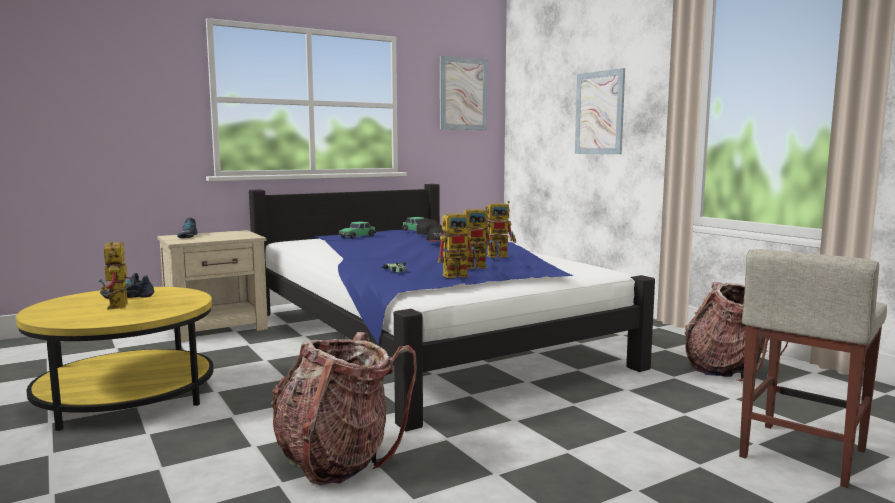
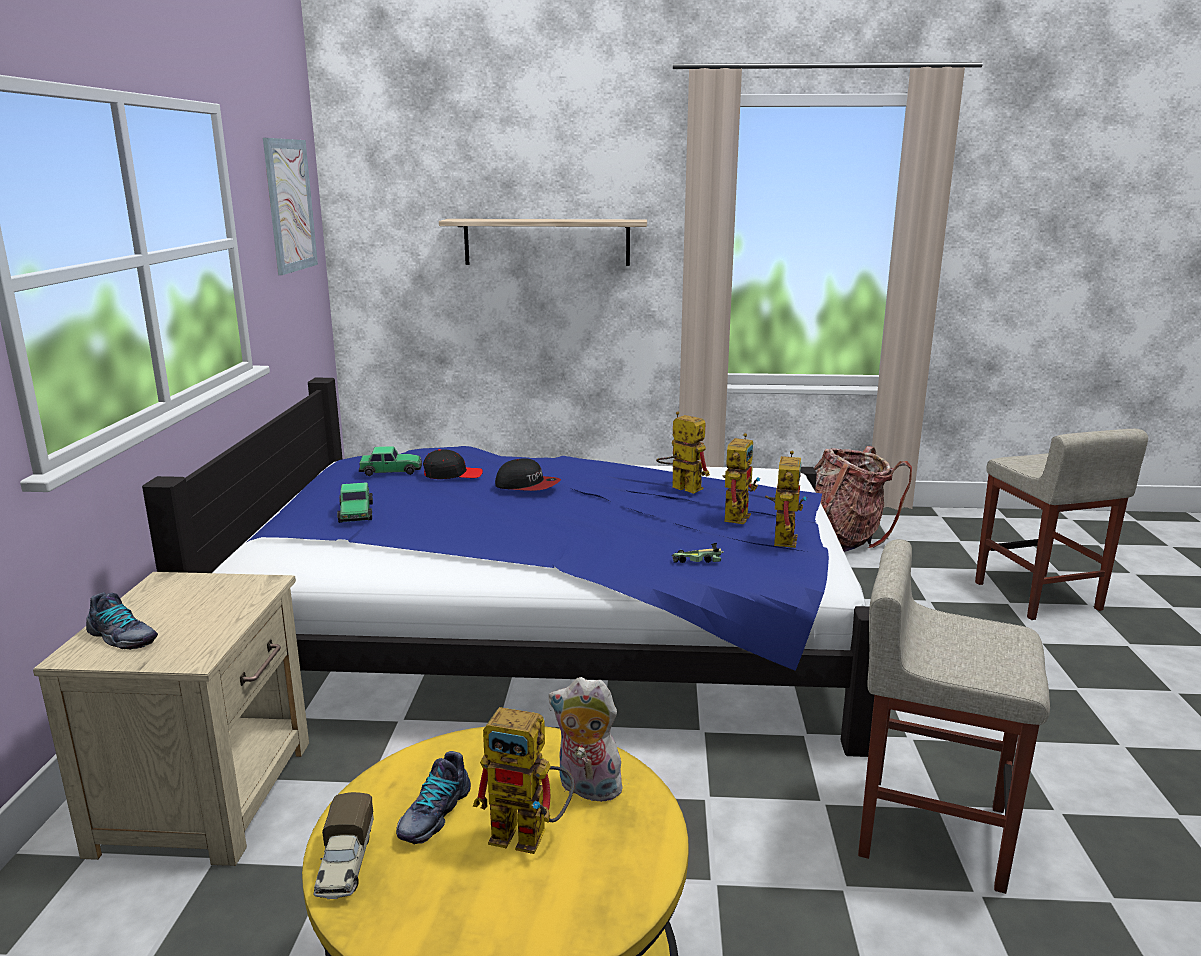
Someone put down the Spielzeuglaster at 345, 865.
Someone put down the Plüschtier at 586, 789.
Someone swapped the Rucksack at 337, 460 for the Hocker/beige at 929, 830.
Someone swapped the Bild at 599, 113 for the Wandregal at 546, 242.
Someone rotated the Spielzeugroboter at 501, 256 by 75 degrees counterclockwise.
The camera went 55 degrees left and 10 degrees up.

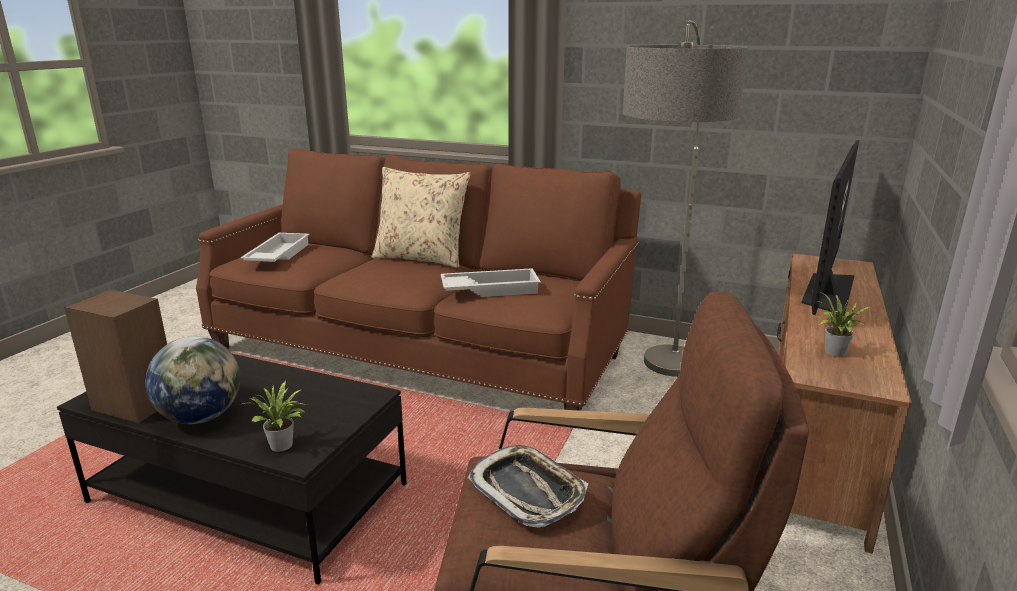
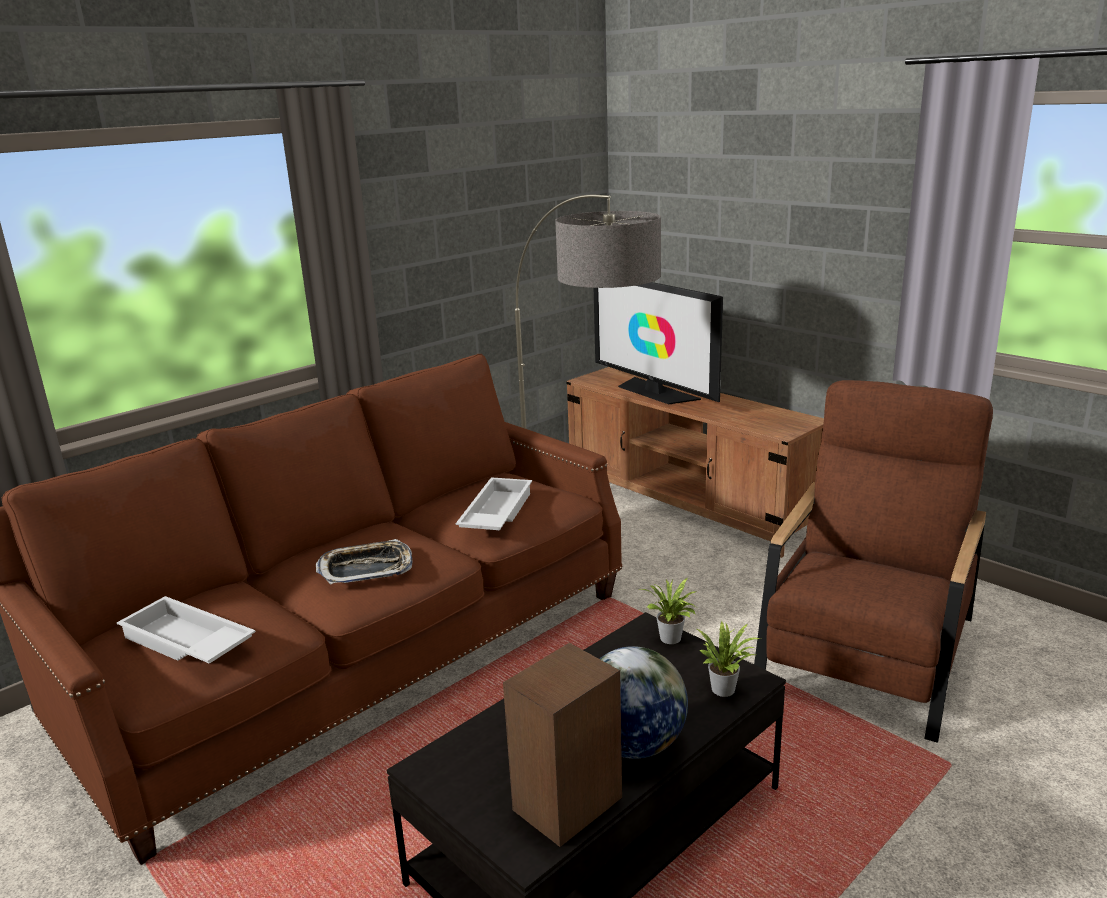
Someone took away the Kissen/beige at 421, 258.
Someone carried the Tablett from 528, 491 to 366, 569.
Someone carried the Topfpflanze from 833, 352 to 671, 640.
The camera went 65 degrees left and 0 degrees up.

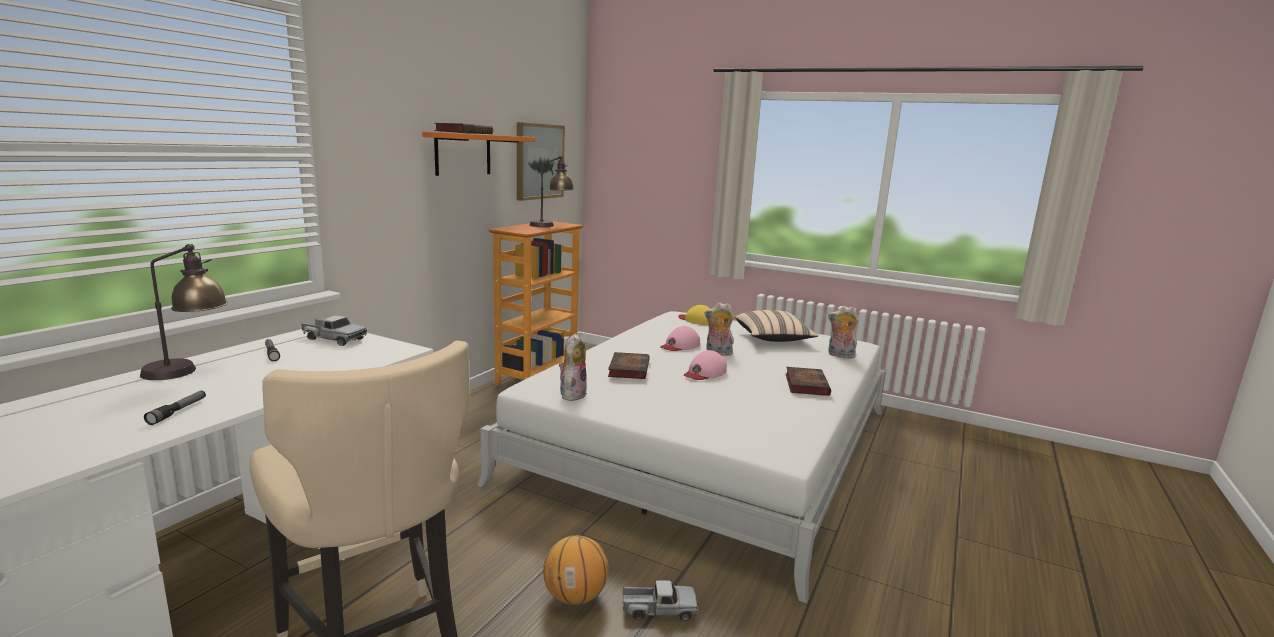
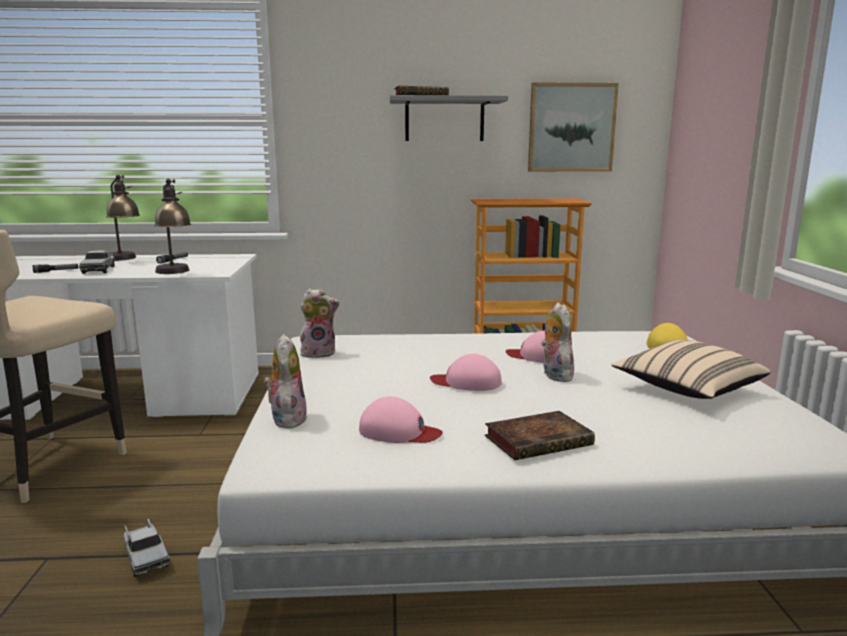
Someone took away the Basketball at 575, 596.
Someone took away the Buch at 628, 369.
Someone put down the Kappe/rosa at 399, 431.
Someone carried the Spielzeuglaster from 333, 339 to 99, 269.
Someone carried the Tischlampe from 551, 226 to 175, 273.
Someone carried the Plüschtier from 840, 355 to 287, 419.
Someone repainted the Wandregal/orange at 463, 154, which became the Wandregal/grau at 444, 119.
The camera went 60 degrees right and 0 degrees up.

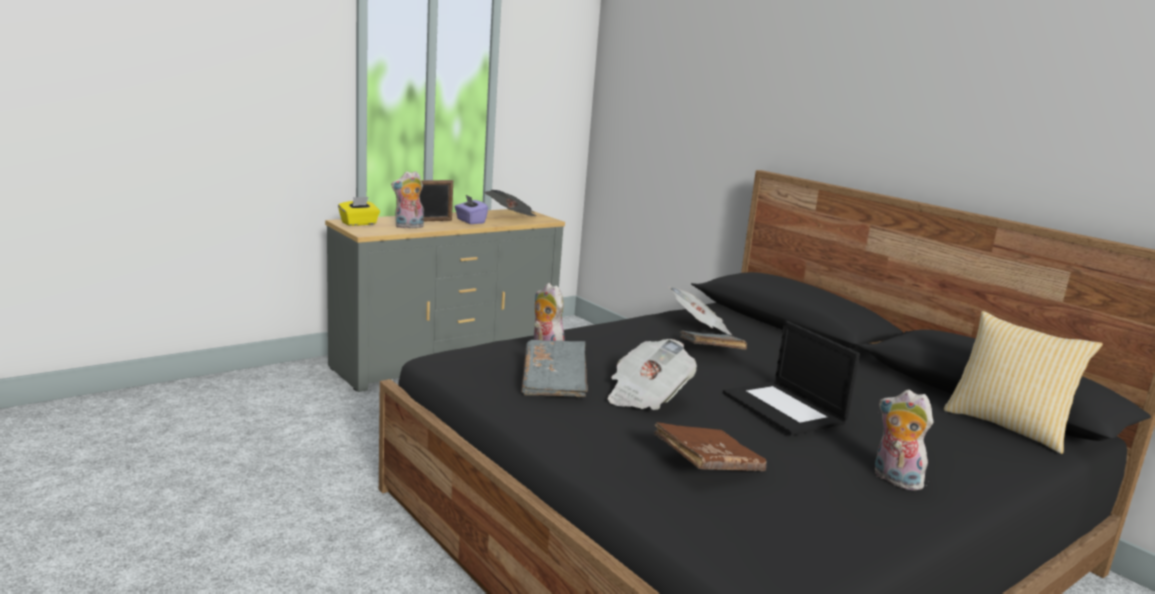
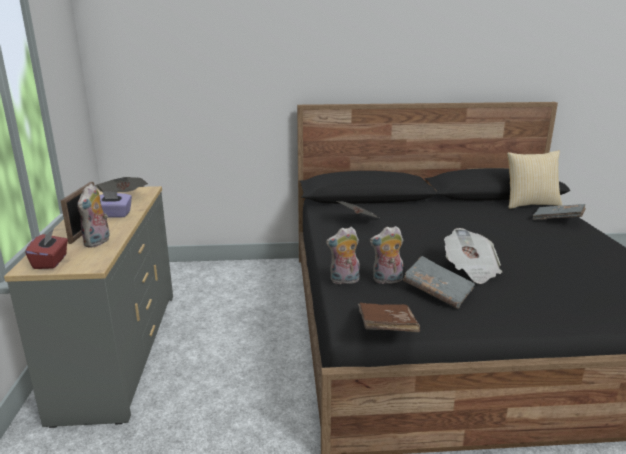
Someone took away the Laptop at 785, 408.
Someone carried the Buch/braun from 707, 464 to 386, 328.
Someone carried the Buch/grau from 710, 352 to 558, 220.
Someone carried the Plüschtier from 894, 480 to 344, 281.
Someone repainted the Taschentuchbox/gelb at 359, 223, which became the Taschentuchbox/rot at 51, 262.
The camera went 55 degrees left and 5 degrees up.

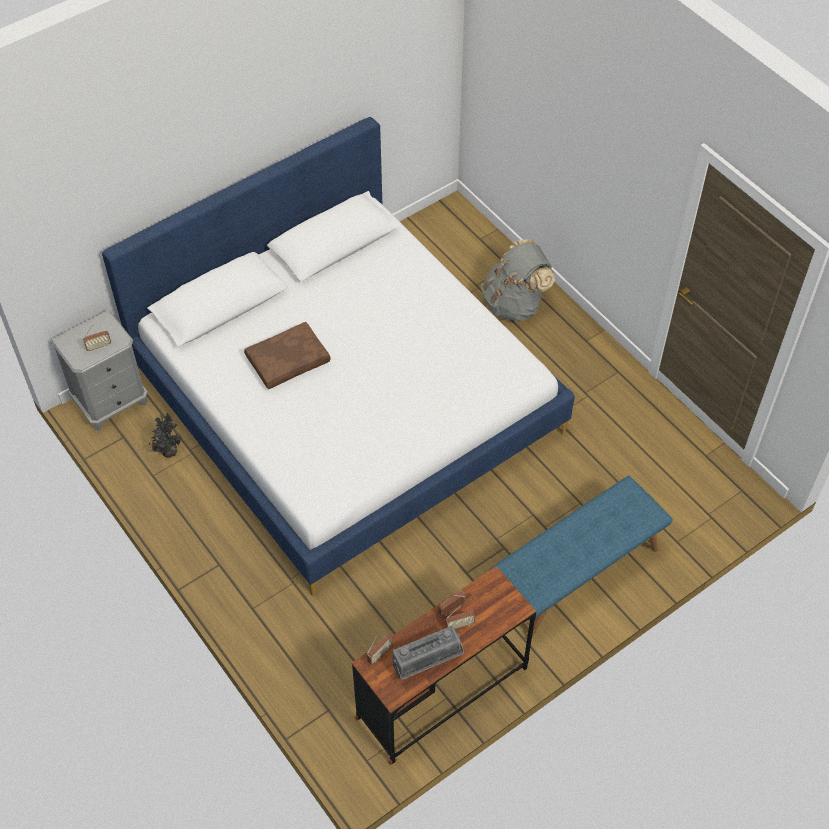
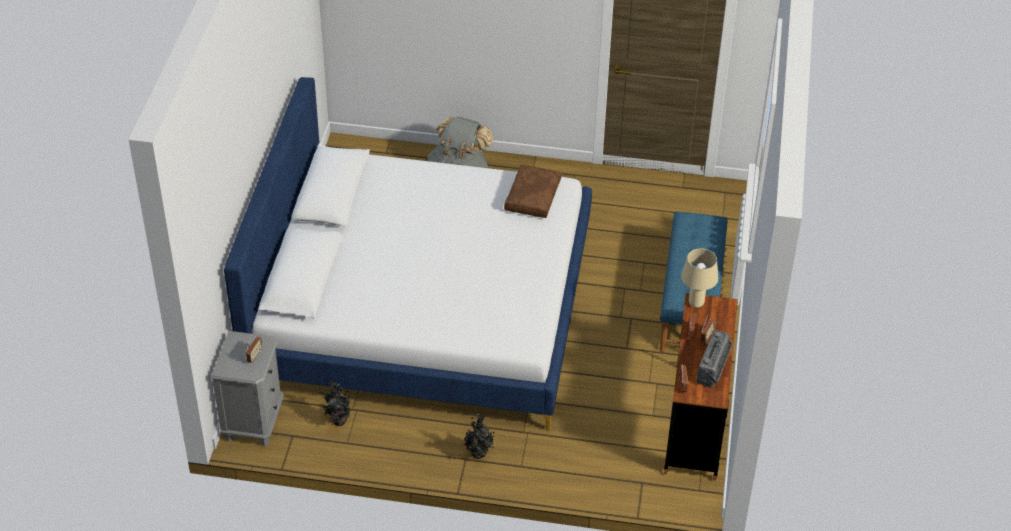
Someone put down the Topfpflanze at 479, 455.
Someone put down the Tischlampe/beige at 696, 303.
Someone carried the Kissen/braun from 288, 360 to 532, 197.
The camera went 45 degrees left and 10 degrees down.

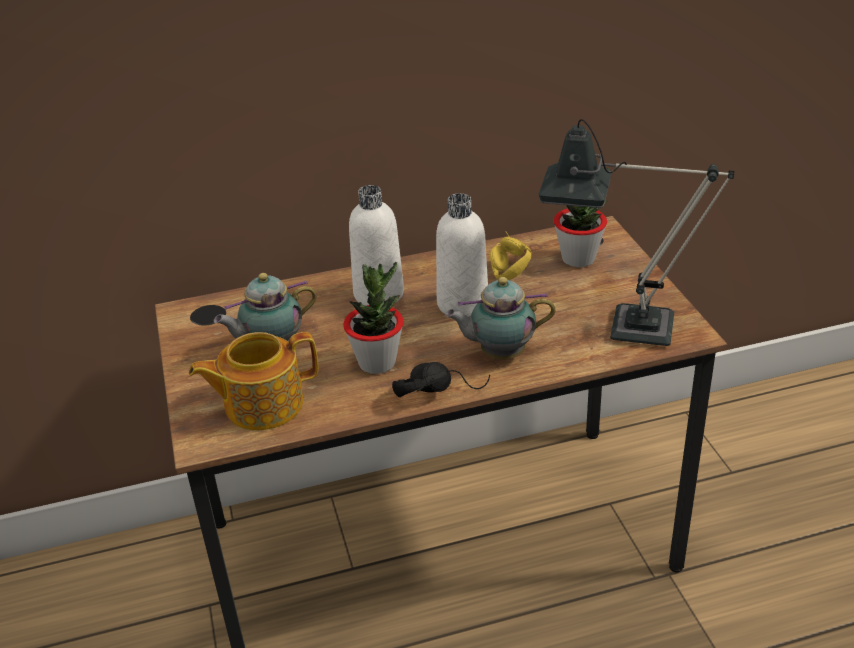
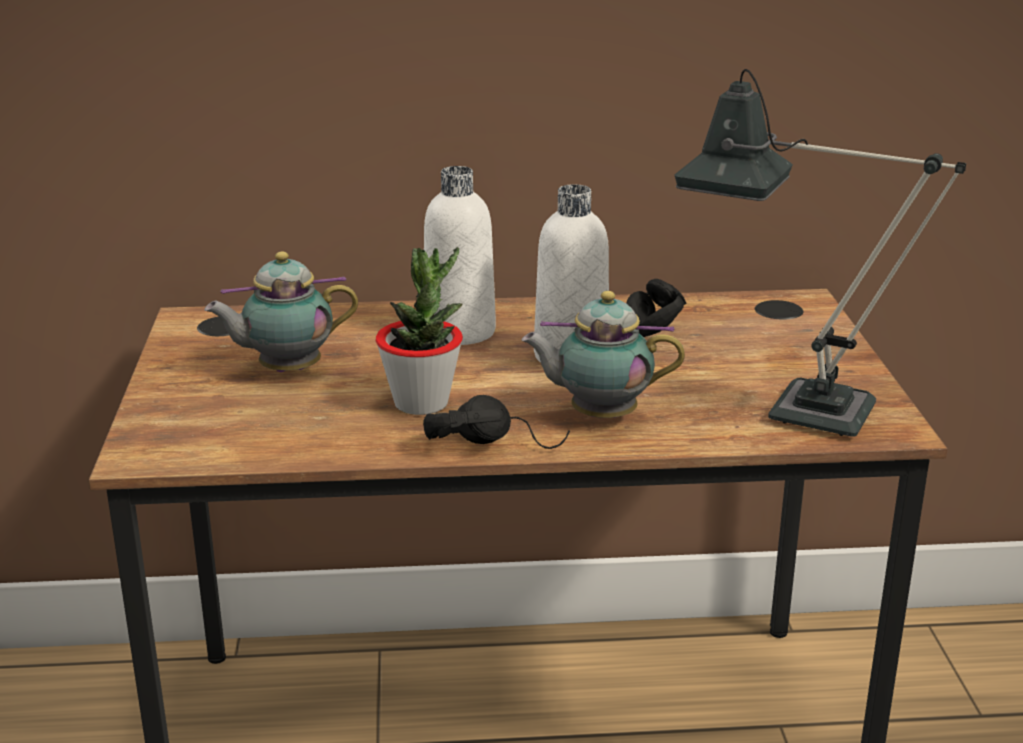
Someone took away the Teekanne at 262, 404.
Someone took away the Topfpflanze at 578, 258.
Someone repainted the Kopfhörer/gelb at 503, 263, which became the Kopfhörer/schwarz at 648, 320.
The camera went 10 degrees right and 10 degrees down.

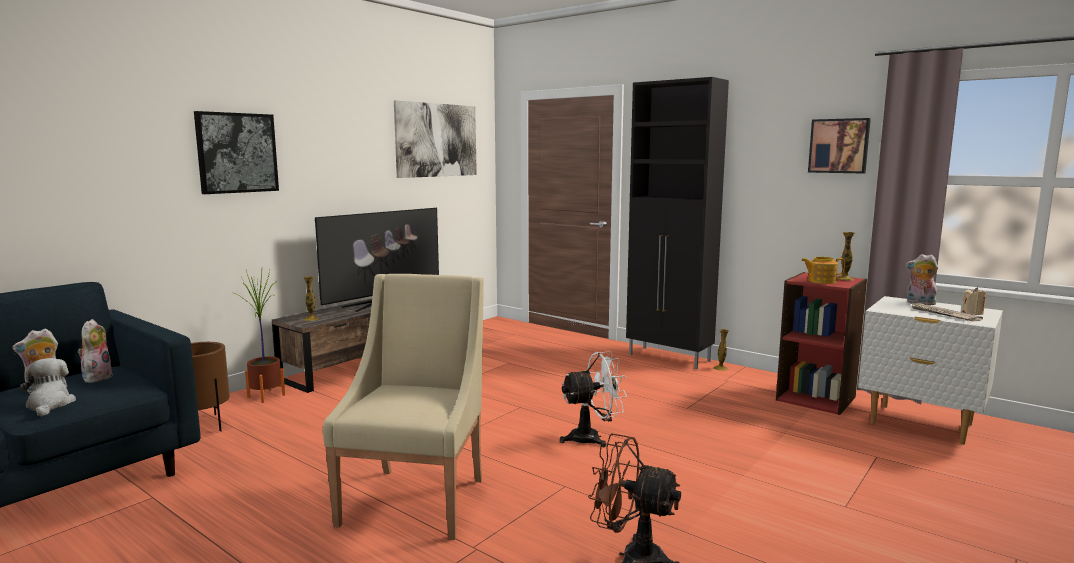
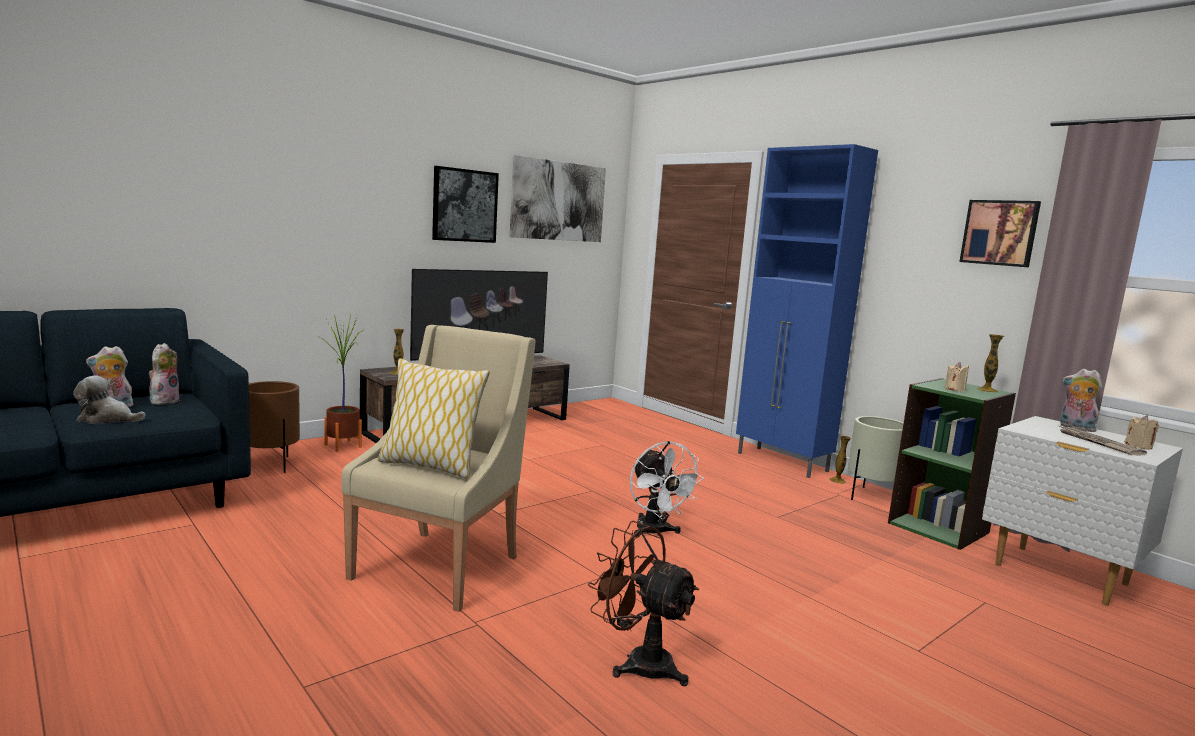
Someone put down the Kissen at 430, 466.
Someone put down the Pflanzkübel/beige at 871, 497.
Someone carried the Bild from 237, 153 to 464, 205.
Someone swapped the Teekanne at 821, 281 for the Kerze/beige at 954, 389.
Someone repainted the Schrank/schwarz at 669, 358, which became the Schrank/blau at 782, 462.
Someone repainted the Bücherregal/rot at 816, 398, which became the Bücherregal/grün at 939, 528.
Someone rotated the Plüschtier at 49, 405 by 75 degrees counterclockwise.
Someone rotated the Ventilator/weiß at 592, 438 by 75 degrees clockwise.
The camera went 10 degrees right and 0 degrees up.

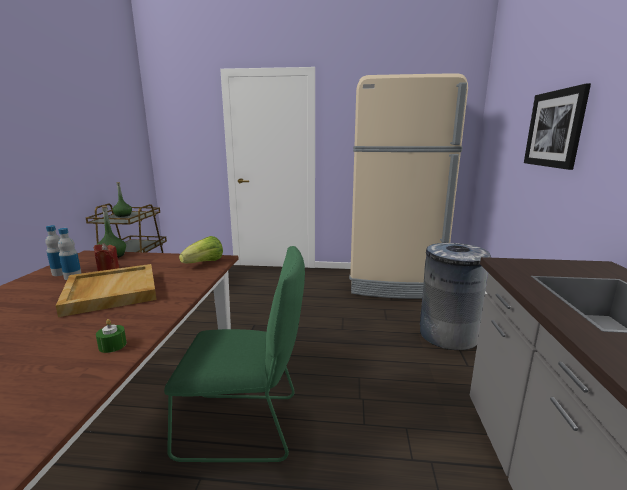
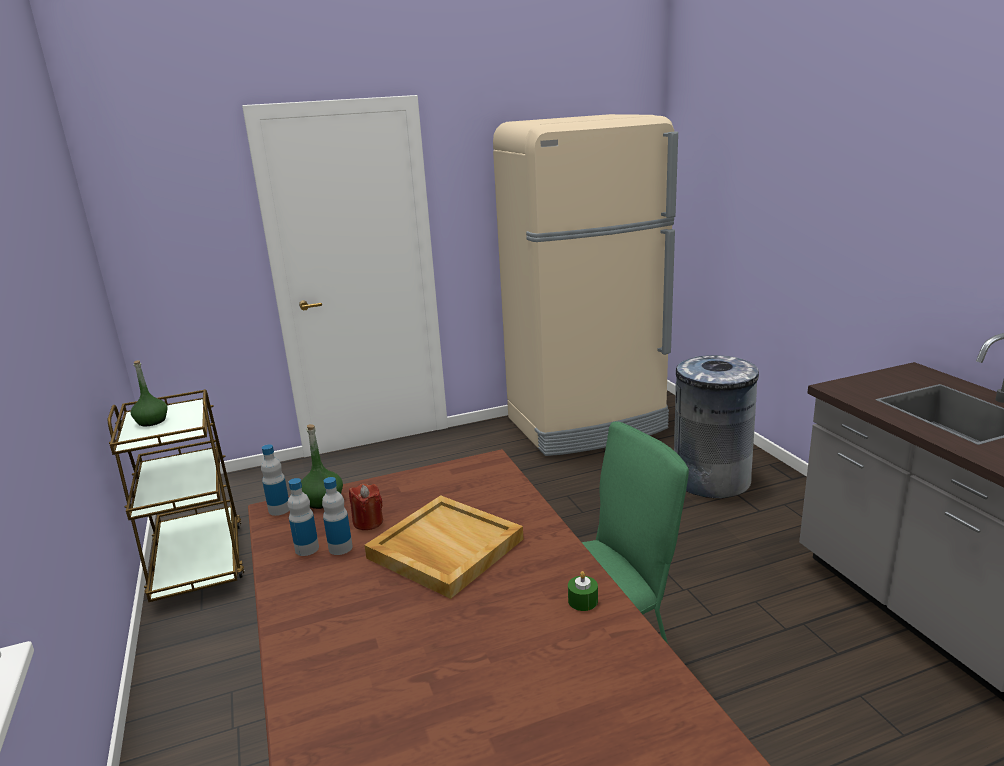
Someone took away the Salatkopf at 204, 263.
Someone took away the Bild at 555, 129.
Someone put down the Flasche at 279, 509.
The camera went 25 degrees left and 5 degrees up.

